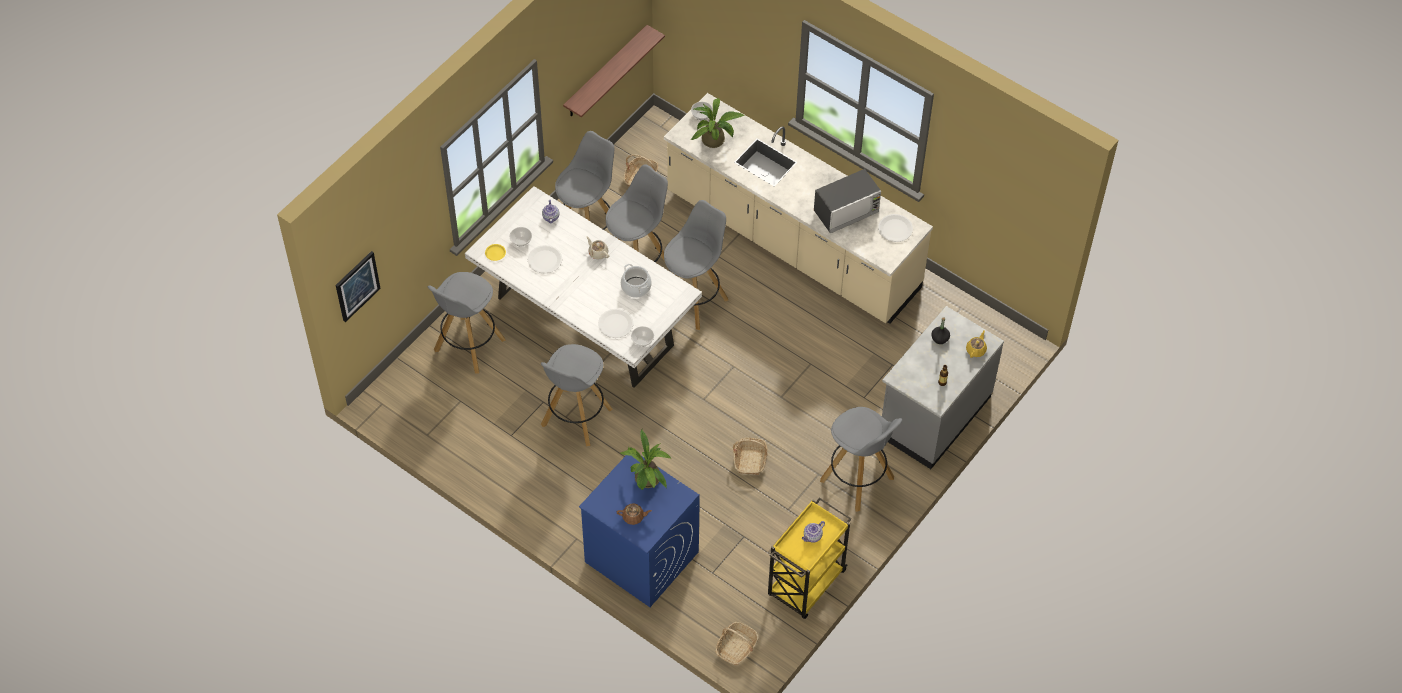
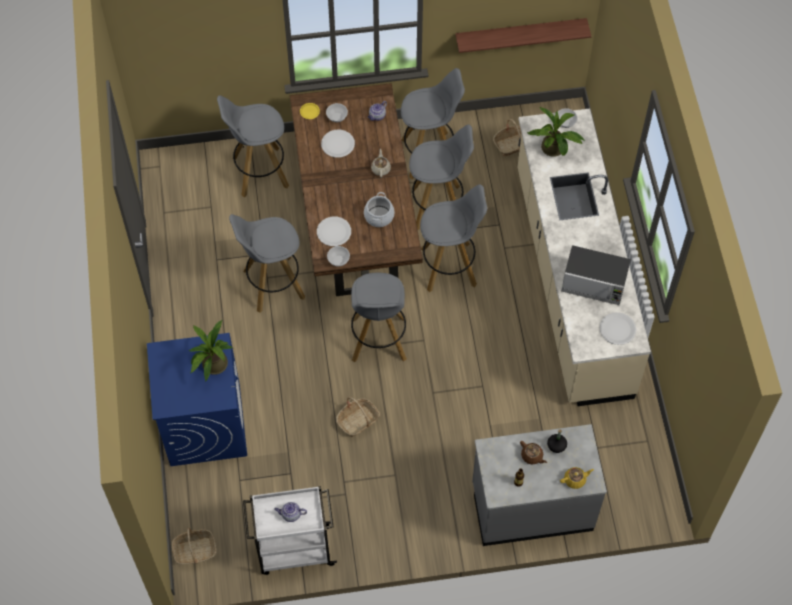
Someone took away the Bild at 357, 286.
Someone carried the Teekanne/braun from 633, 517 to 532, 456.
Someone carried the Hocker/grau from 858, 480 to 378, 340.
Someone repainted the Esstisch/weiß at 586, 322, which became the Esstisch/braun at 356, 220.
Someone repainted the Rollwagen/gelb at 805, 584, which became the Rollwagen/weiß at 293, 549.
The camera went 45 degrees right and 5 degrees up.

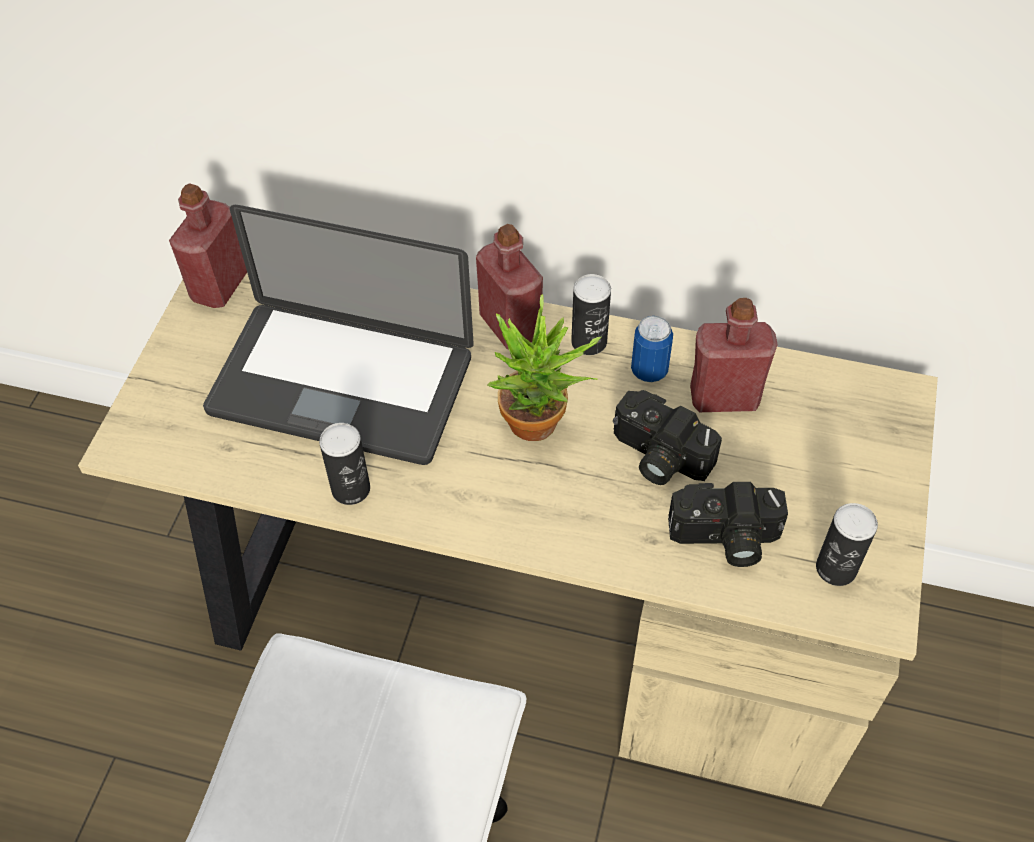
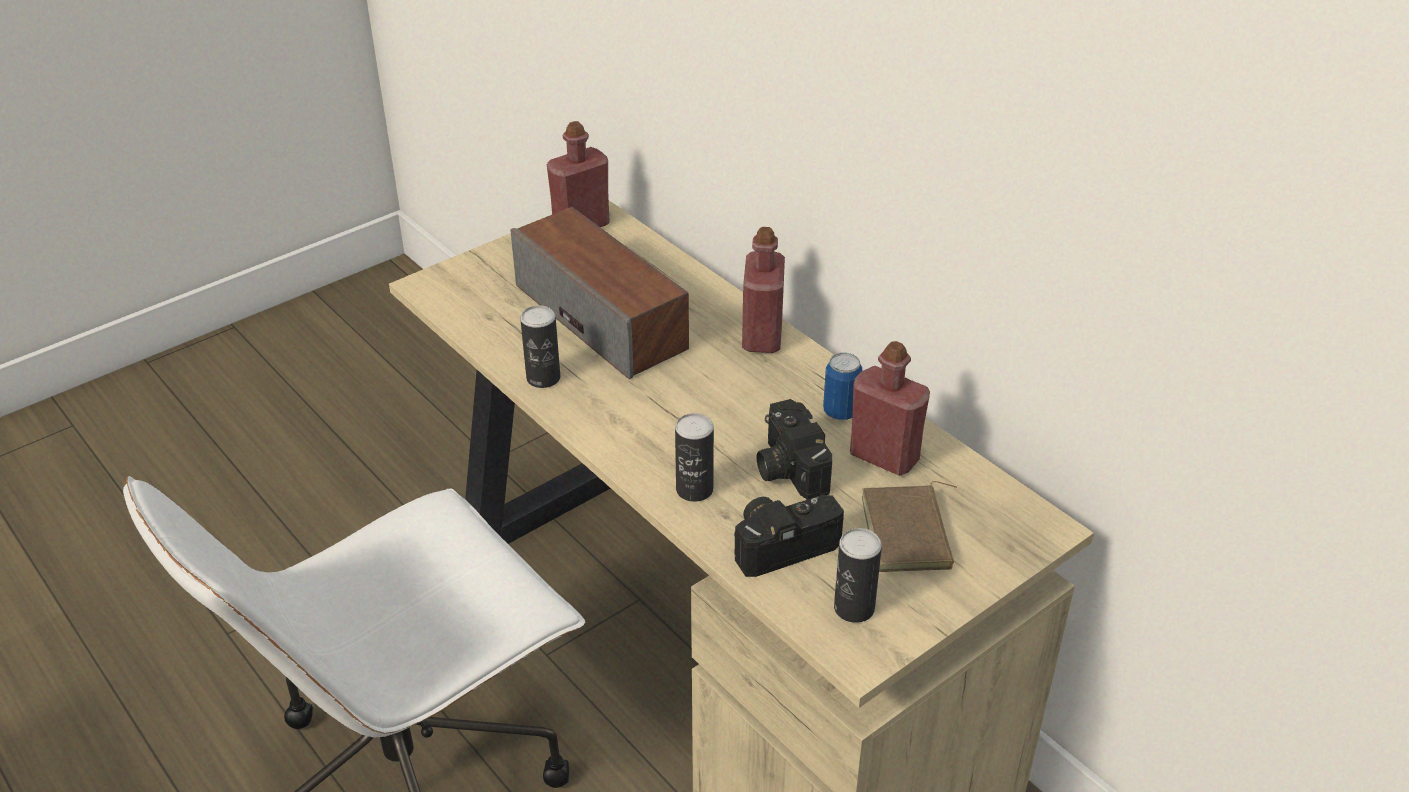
Someone took away the Topfpflanze at 541, 427.
Someone put down the Buch/braun at 910, 534.
Someone carried the Dose from 589, 342 to 694, 489.
Someone swapped the Laptop at 341, 385 for the Lautsprecher at 601, 317.
Someone rotated the Kamera at 724, 539 by 120 degrees clockwise.
The camera went 35 degrees right and 15 degrees down.

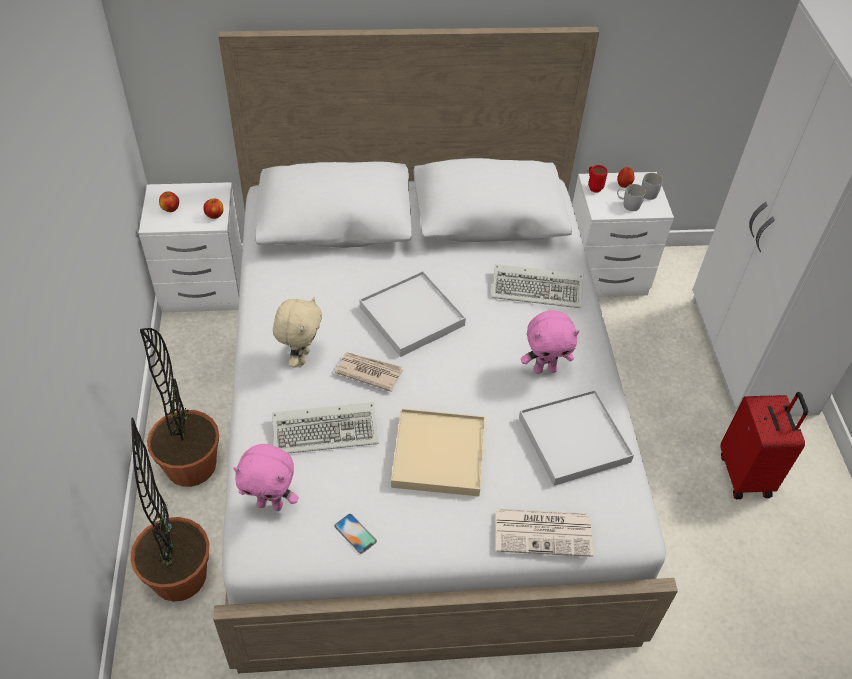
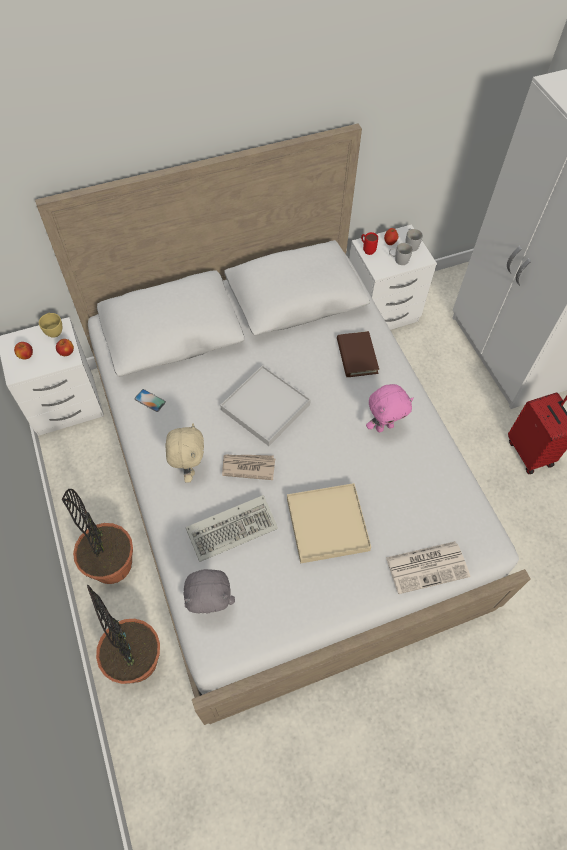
Someone took away the Tablett/weiß at 574, 440.
Someone put down the Tasse/gelb at 54, 330.
Someone carried the Handy from 355, 533 to 150, 400.
Someone swapped the Tastatur at 539, 289 for the Buch/braun at 357, 356.
Someone repainted the Plüschtier/rosa at 271, 504, which became the Plüschtier/grau at 211, 606.
The camera went 15 degrees left and 10 degrees up.

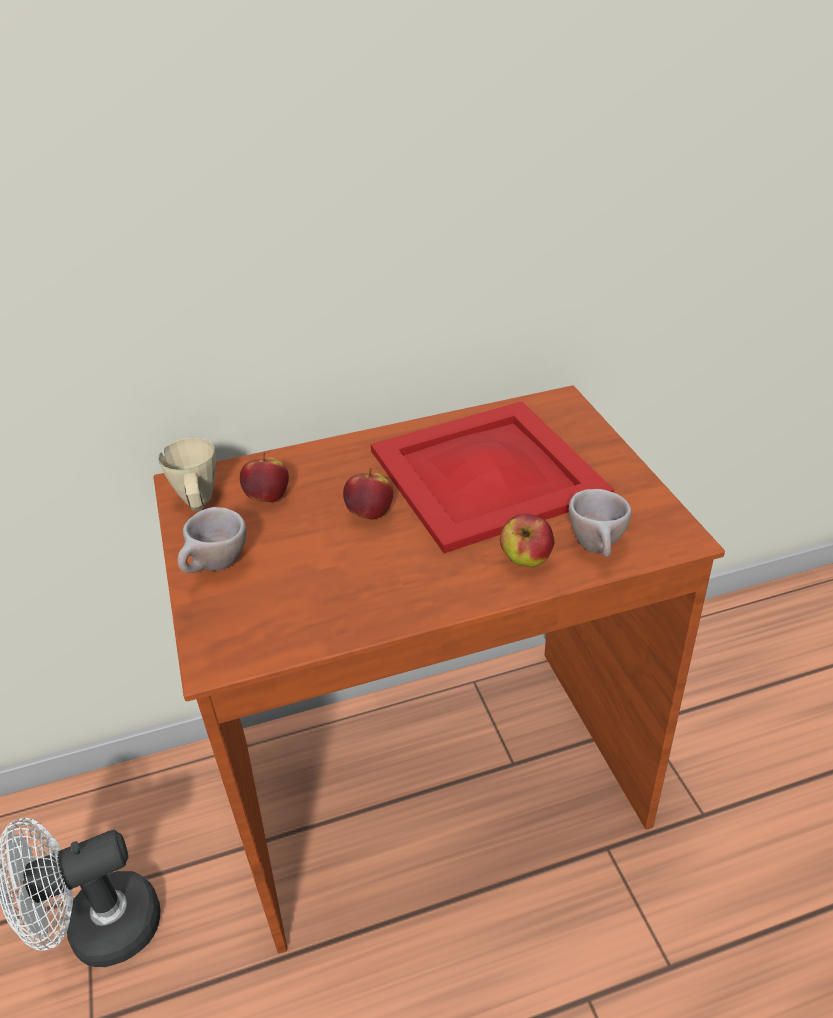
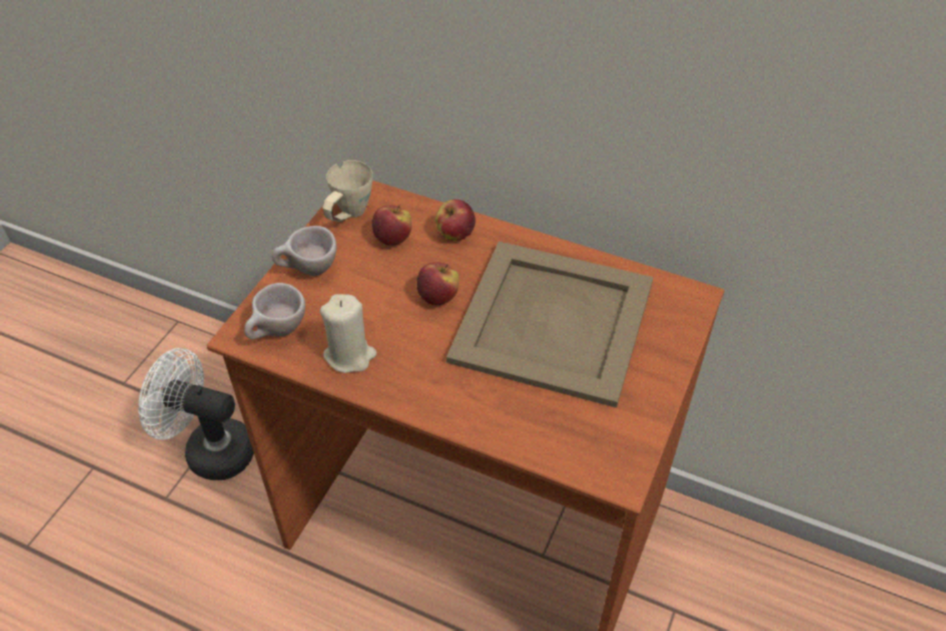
Someone put down the Kerze/beige at 350, 355.
Someone carried the Apfel from 526, 560 to 455, 234.
Someone carried the Tasse/beige from 598, 549 to 278, 333.
Someone repainted the Tablett/rot at 489, 473, which became the Tablett/beige at 554, 323.
The camera went 40 degrees right and 10 degrees up.

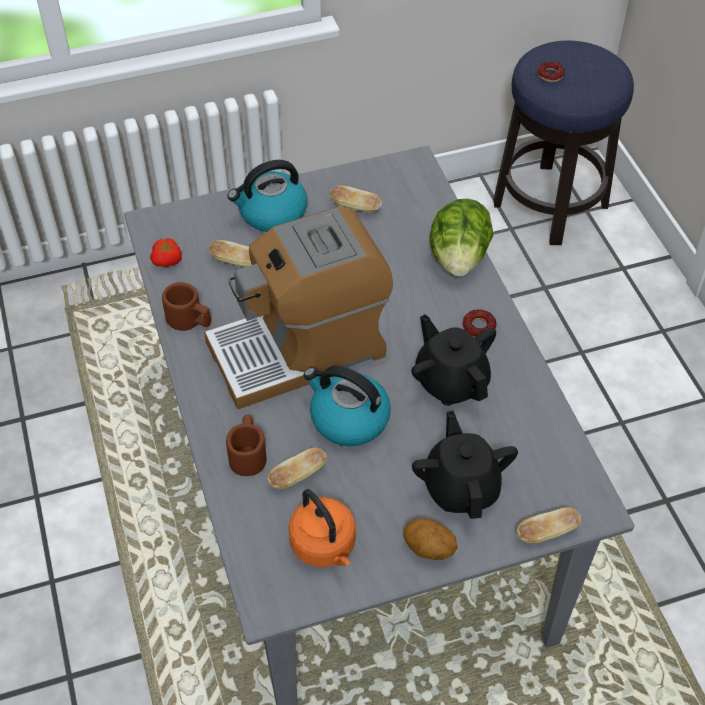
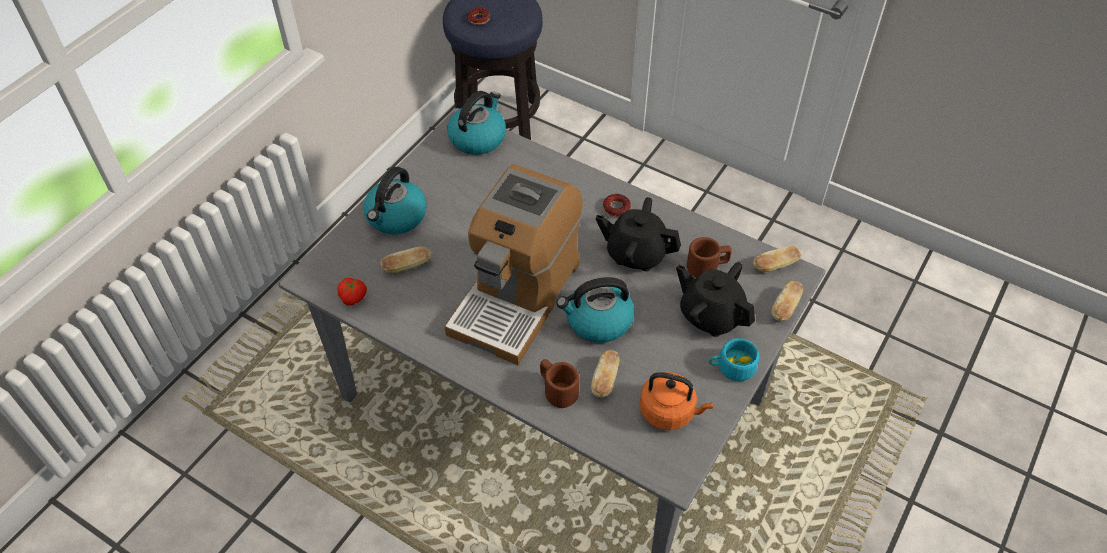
Someone took away the Salatkopf at 459, 258.
Someone put down the Wasserkessel at 478, 137.
Someone carried the Henkelbecher/braun from 190, 320 to 707, 266.
Someone carried the Brot from 355, 207 to 775, 265.
Someone swapped the Kartoffel at 428, 549 for the Tasse/türkis at 731, 367.
The camera went 40 degrees left and 0 degrees up.

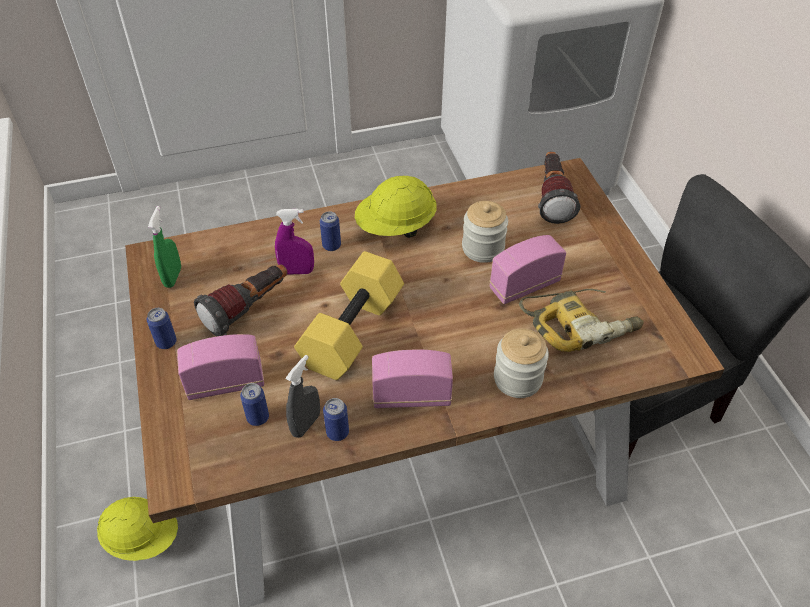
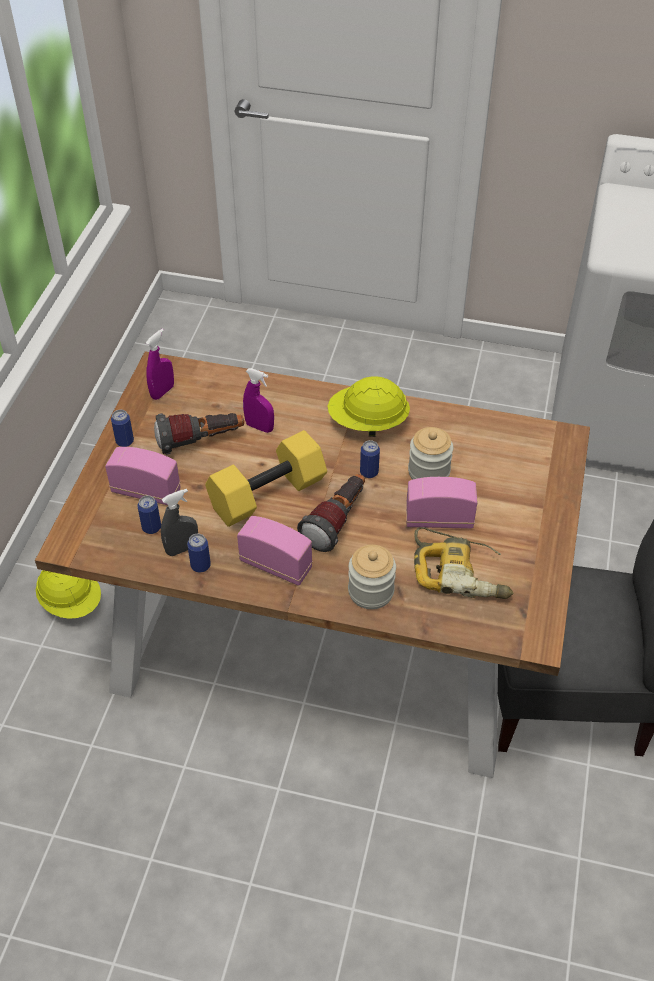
Someone carried the Dose from 331, 245 to 369, 472.
Someone carried the Taschenlampe from 552, 197 to 337, 521.
Someone repainted the Sprühflasche/grün at 173, 277, which became the Sprühflasche/lila at 162, 392.
The camera went 30 degrees right and 0 degrees up.

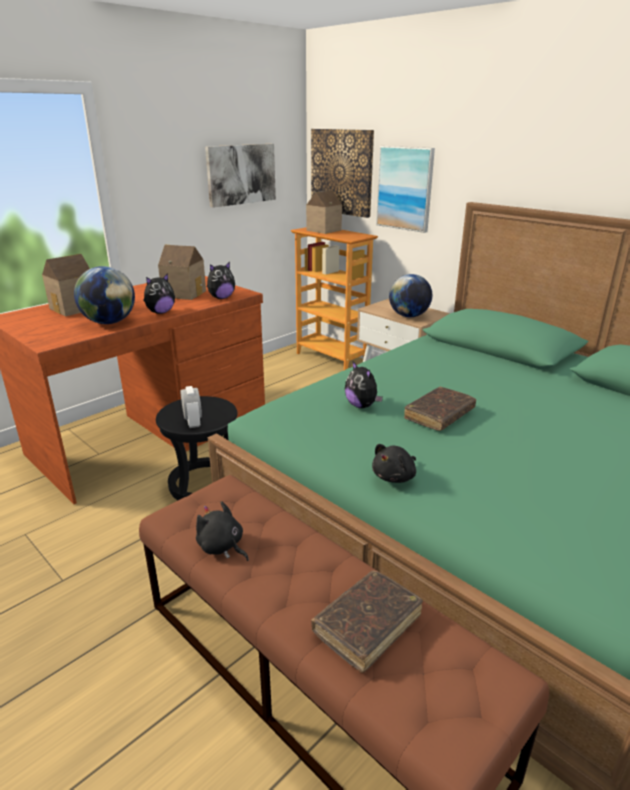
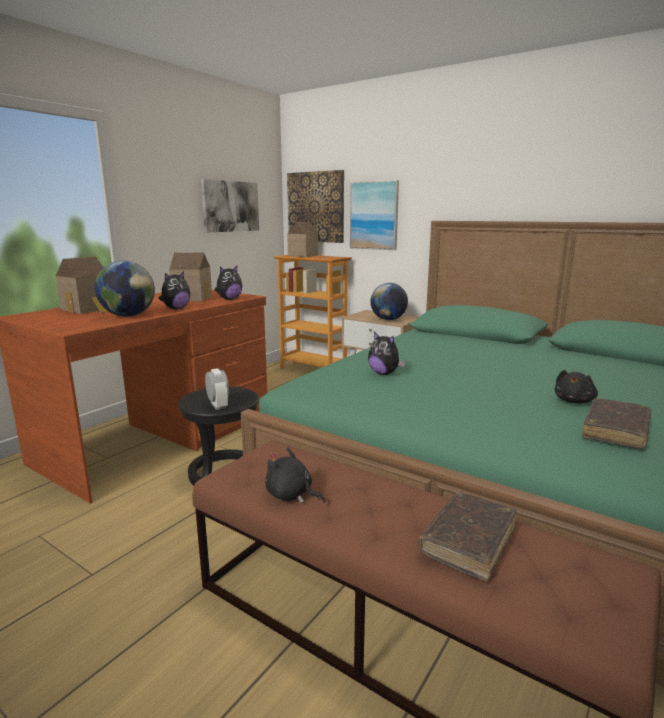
Someone carried the Plüschtier/schwarz from 395, 477 to 574, 401.
Someone carried the Buch/braun from 439, 415 to 615, 431.
The camera went 10 degrees left and 10 degrees down.

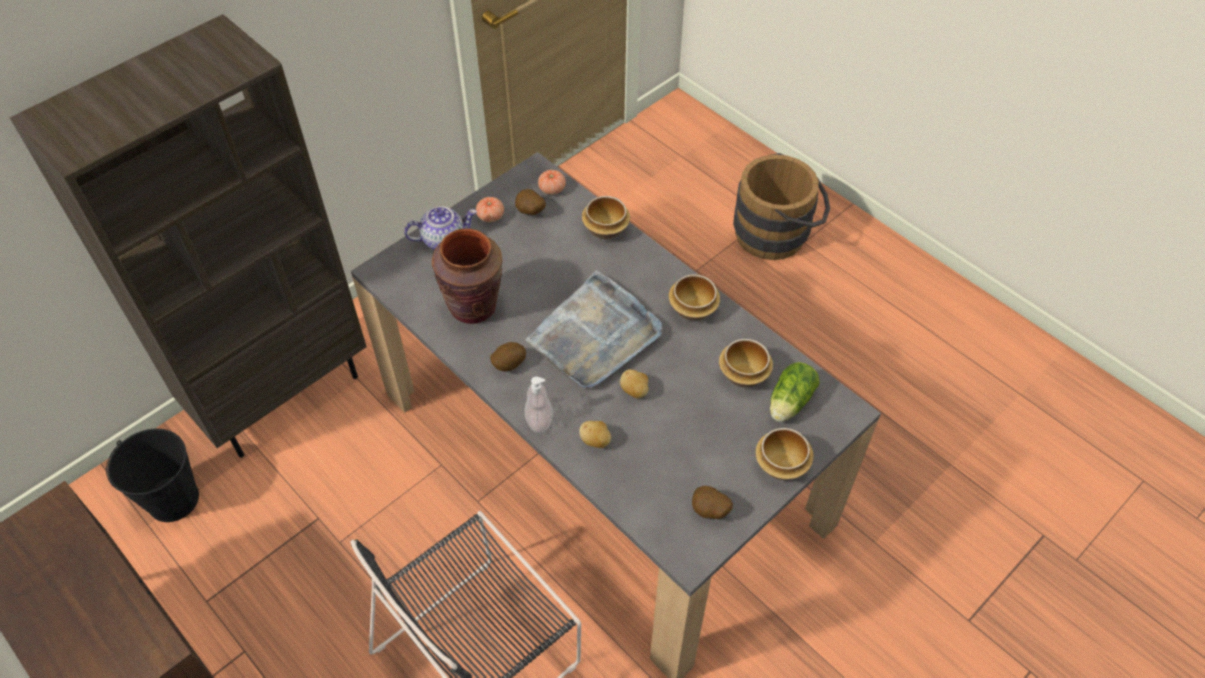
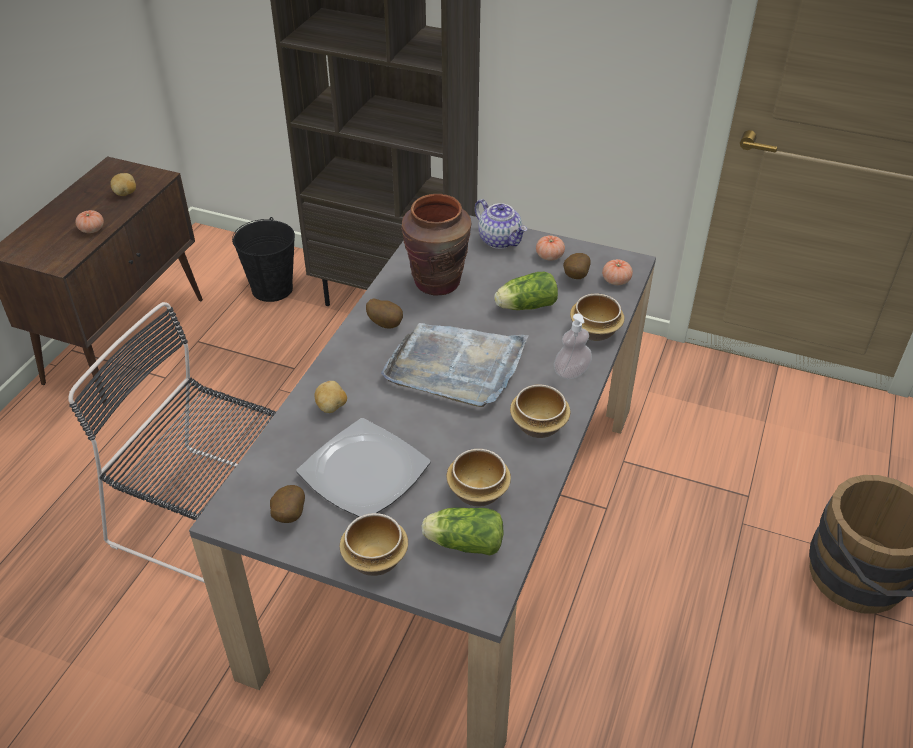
Someone put down the Tomate at 92, 229.
Someone put down the Teller at 362, 472.
Someone put down the Salatkopf at 524, 306.
Someone carried the Seifenspender from 539, 420 to 571, 372.
Someone carried the Kartoffel from 635, 391 to 126, 193.
The camera went 65 degrees right and 10 degrees down.

